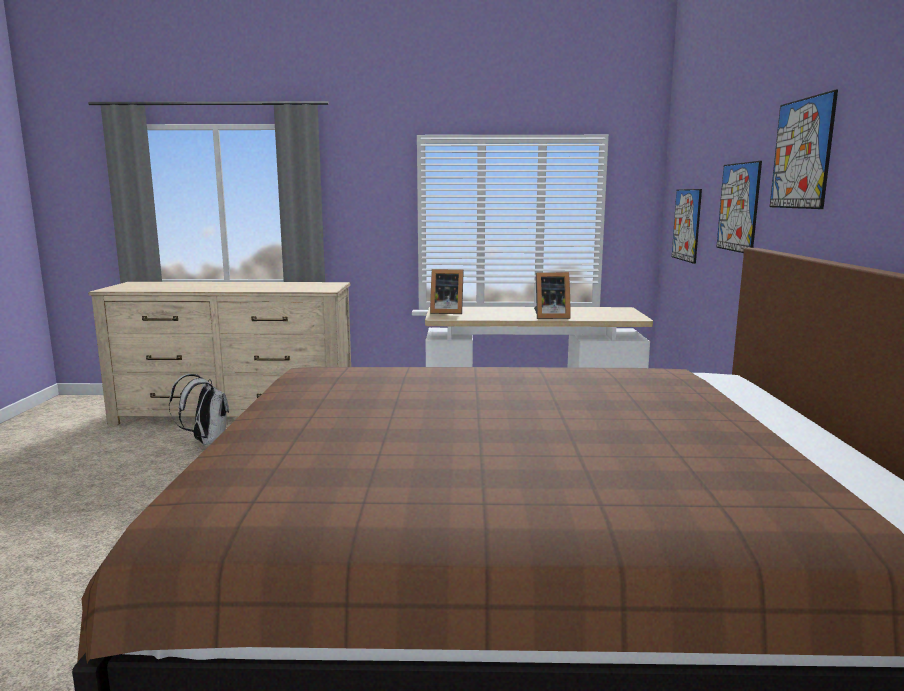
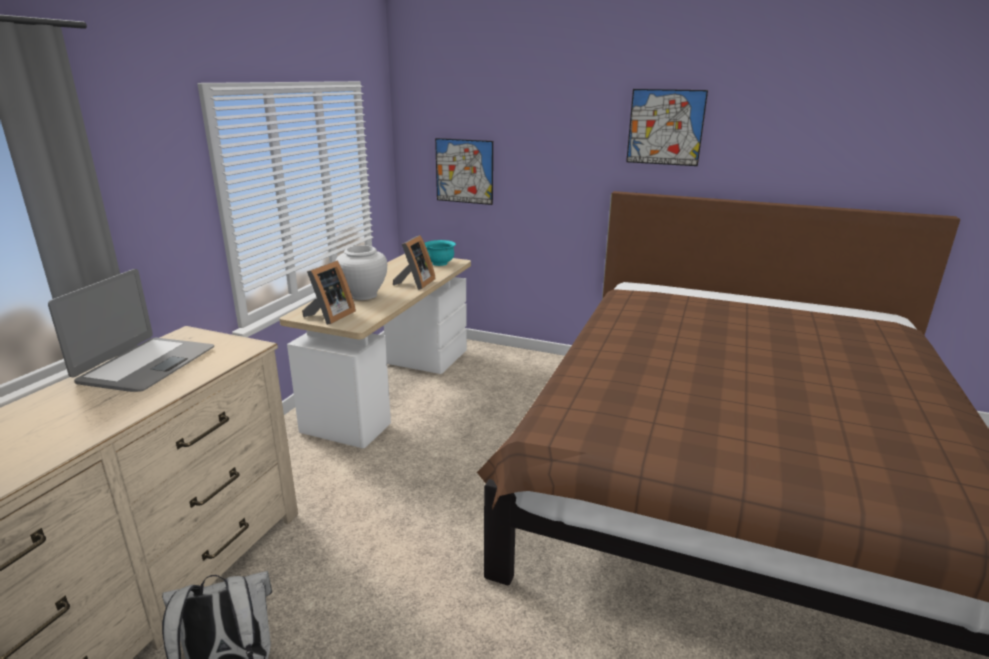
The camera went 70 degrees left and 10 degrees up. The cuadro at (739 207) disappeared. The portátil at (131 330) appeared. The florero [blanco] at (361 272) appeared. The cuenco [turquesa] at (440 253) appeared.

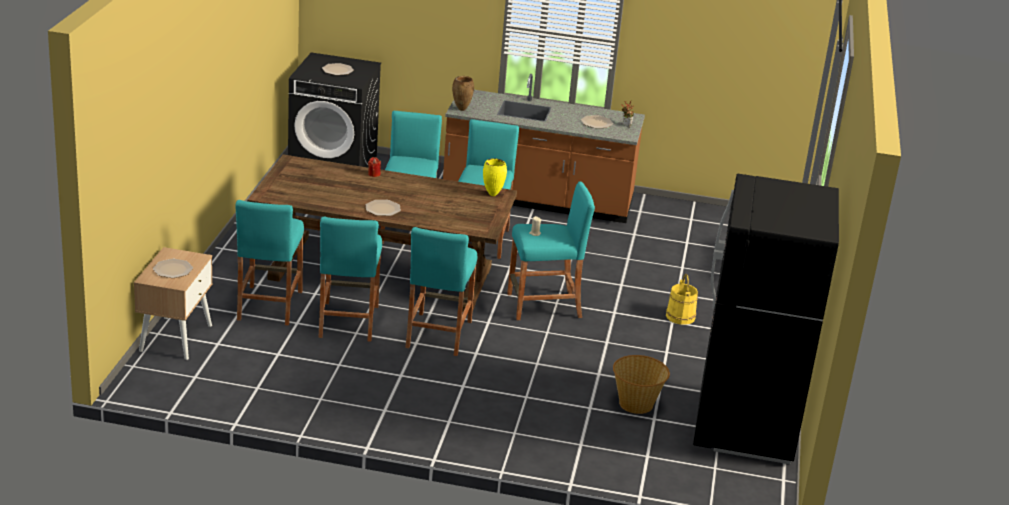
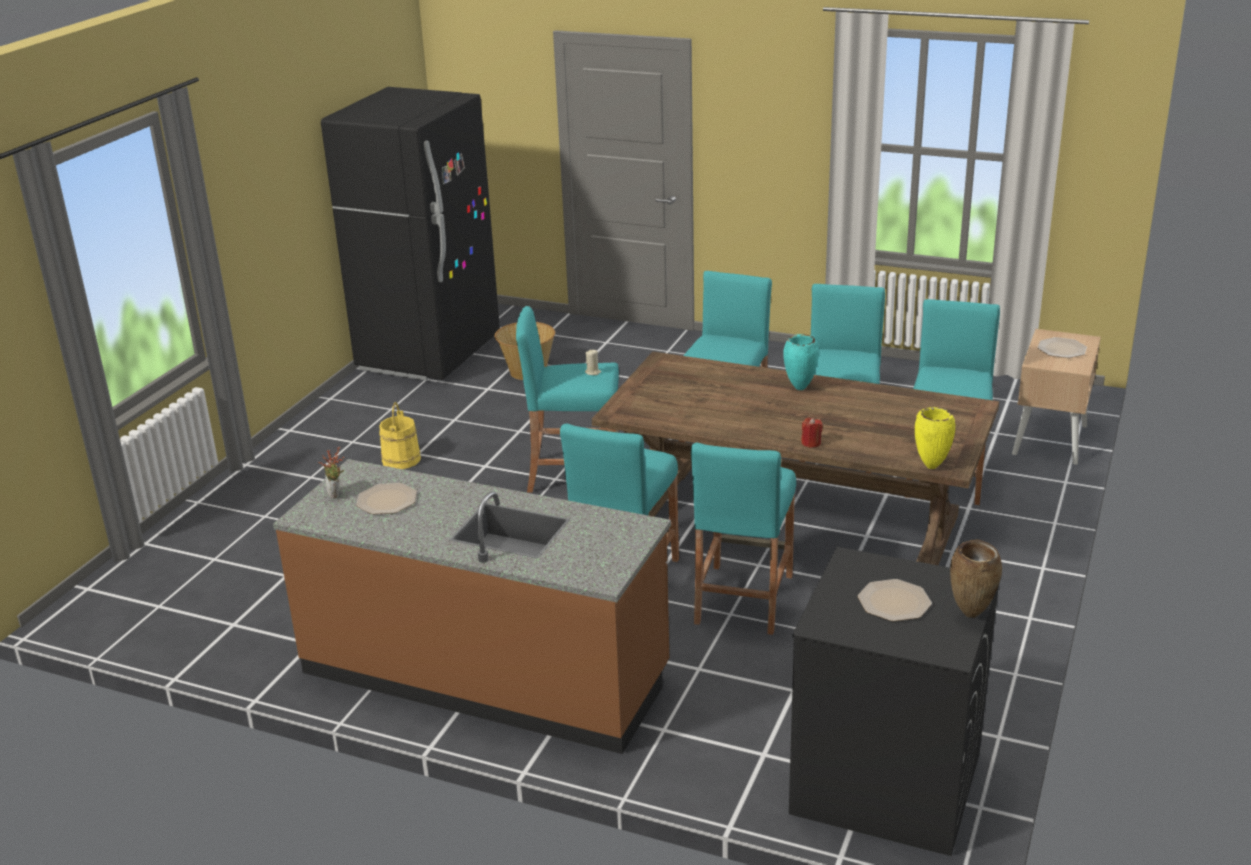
The camera went 165 degrees left and 0 degrees up. The plato at (383 208) was replaced by the florero [turquesa] at (801 362). The florero [marrón] moved from (463 93) to (976 579). The florero [amarillo] moved from (495 177) to (935 438).

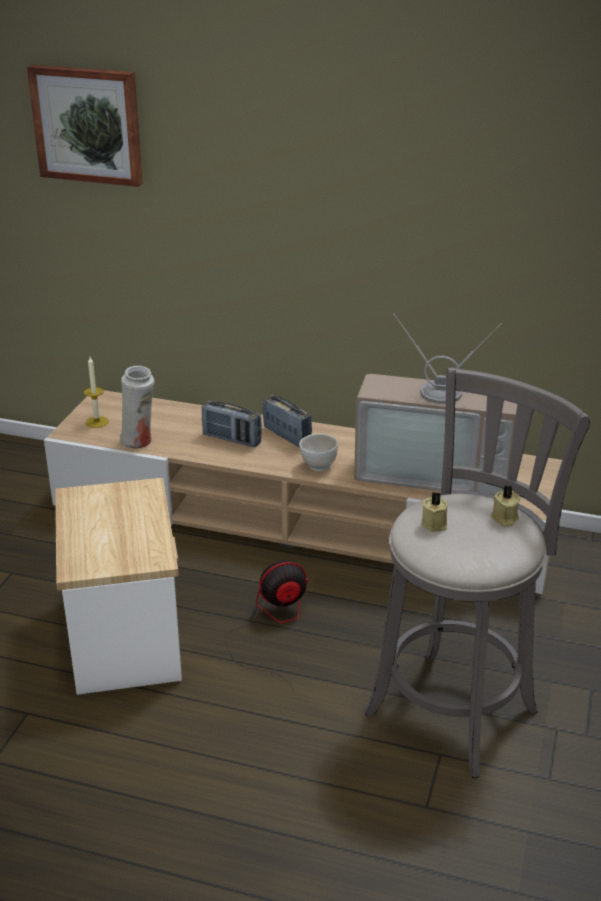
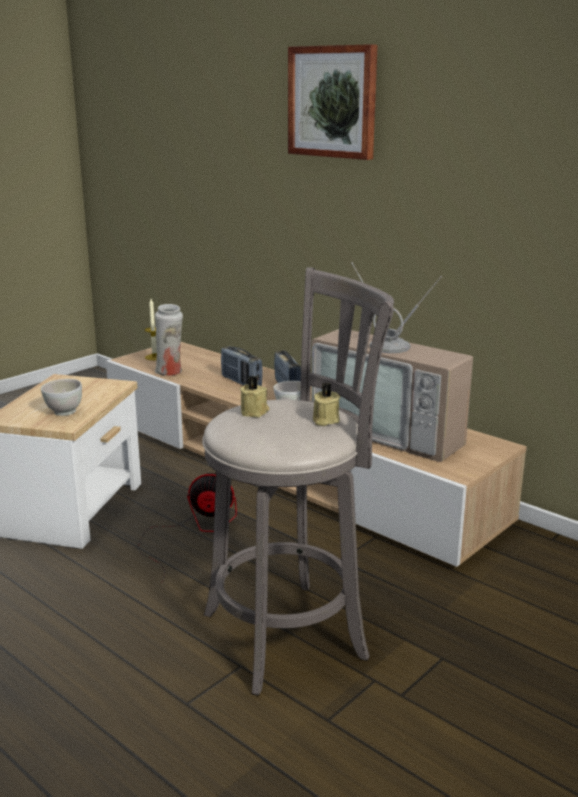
The camera went 25 degrees right and 10 degrees down. The cuadro moved from (85 126) to (333 102). The cuenco [blanco] at (61 397) appeared.

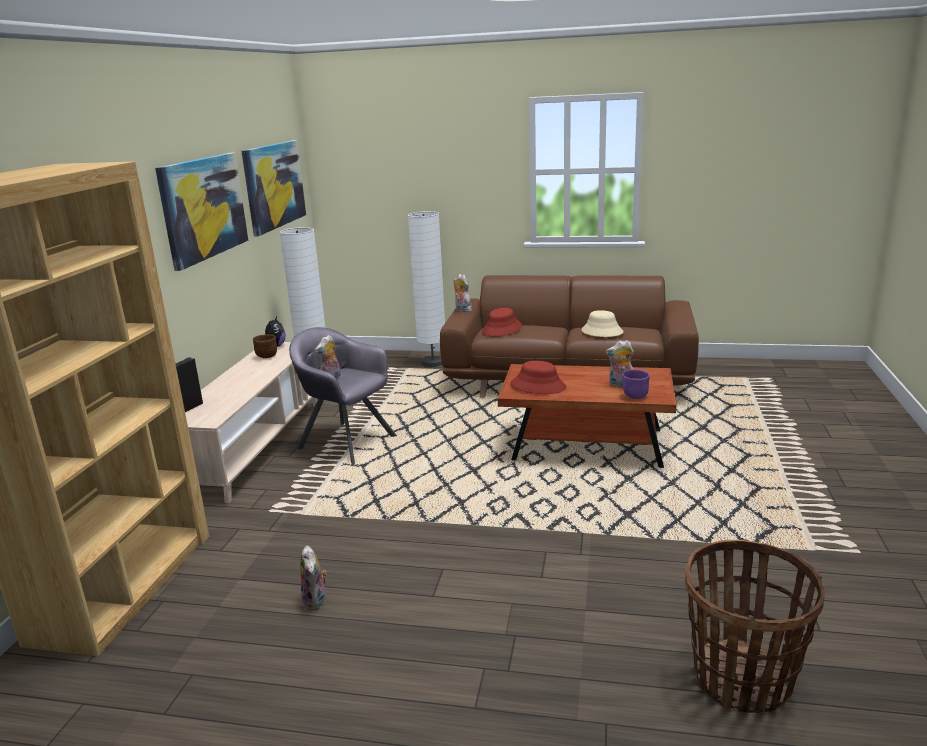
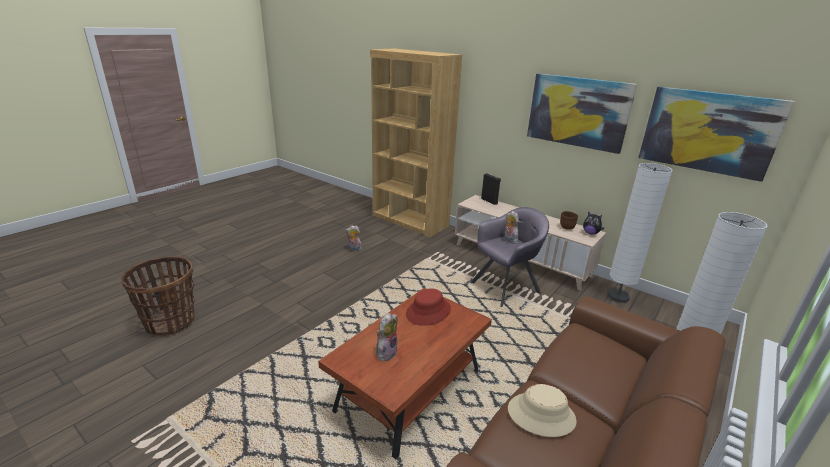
The camera went 115 degrees right and 5 degrees up. The peluche at (463 293) disappeared. The sombrero [rojo] at (502 322) disappeared. The cuenco [morado] at (636 384) disappeared.

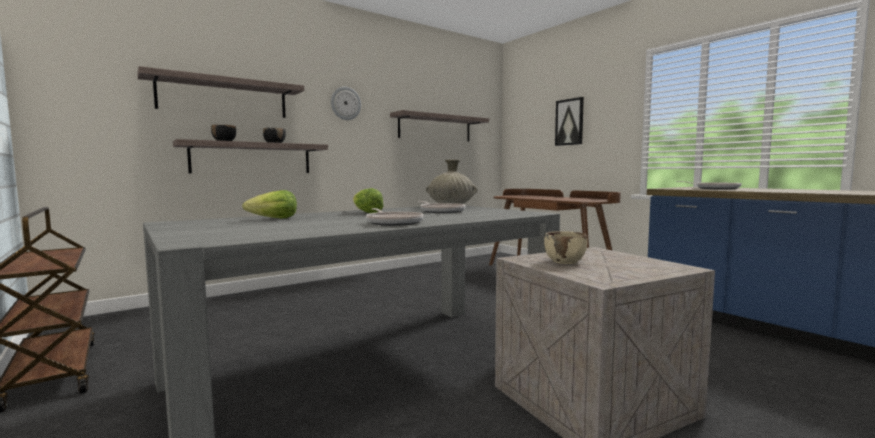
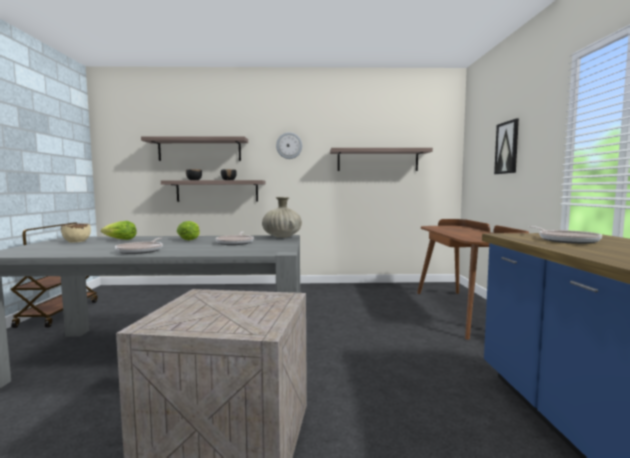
The camera went 35 degrees right and 0 degrees up. The cuenco [beis] moved from (565 247) to (76 232).

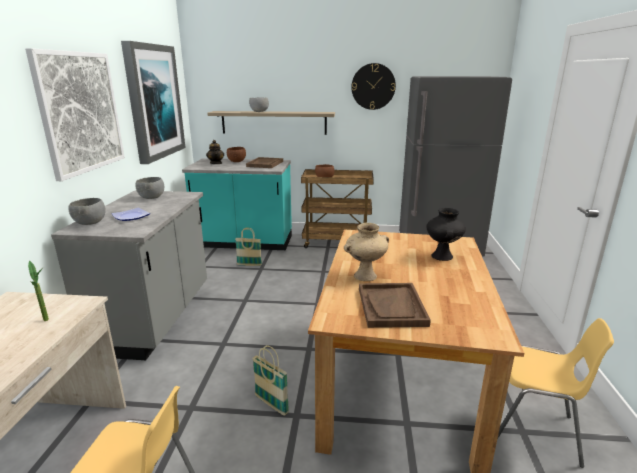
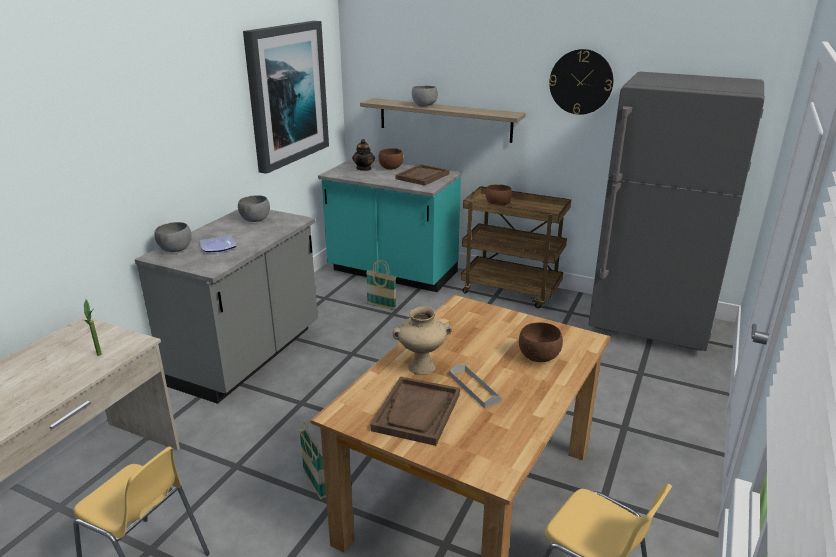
The camera went 20 degrees right and 5 degrees up. The cuadro at (75 114) disappeared. The florero [negro] at (446 234) was replaced by the cuenco [marrón] at (541 342). The bandeja [gris] at (475 386) appeared.

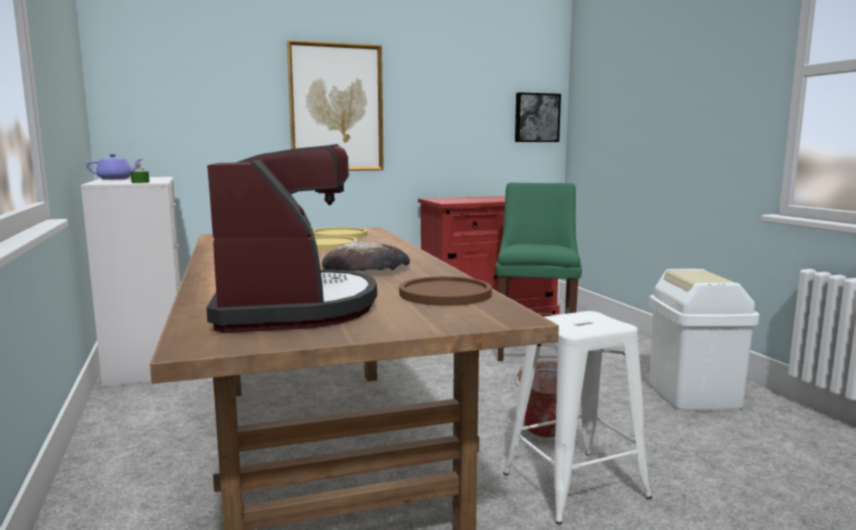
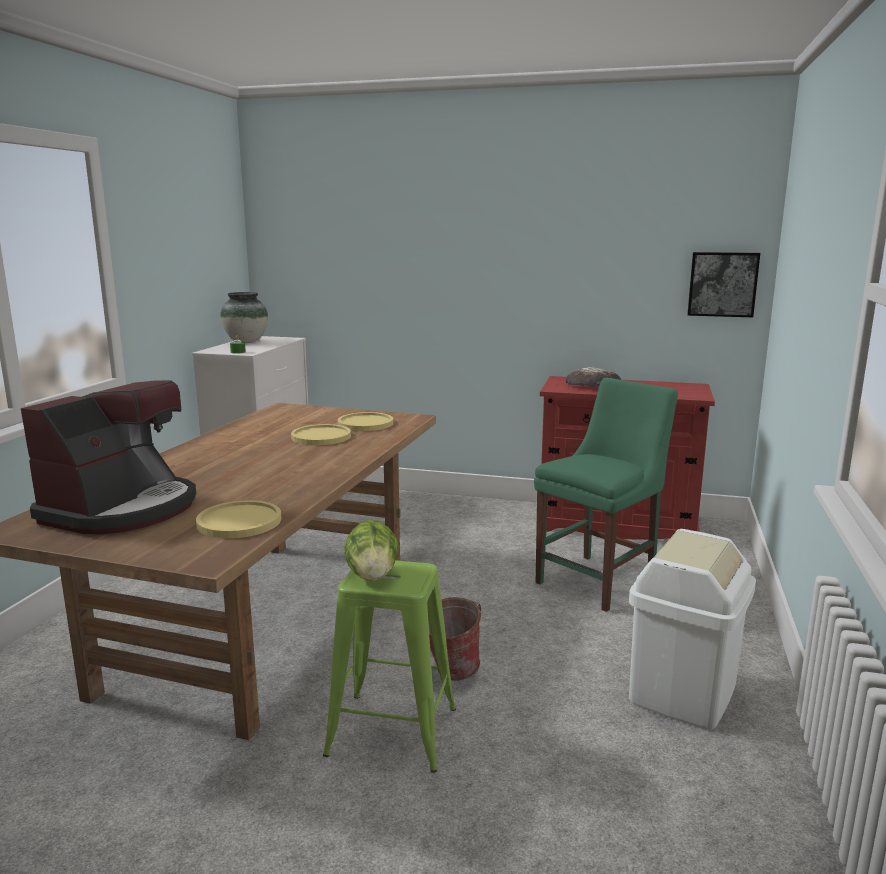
The camera went 35 degrees right and 5 degrees up. The tetera [morado] at (114 167) was replaced by the florero at (244 317). The cuadro at (335 105) disappeared. The pan moved from (366 256) to (594 377). The plato [marrón] at (445 291) became the plato [amarillo] at (238 519). The taburete [blanco] at (577 417) became the taburete [verde] at (389 666). The lechuga at (372 550) appeared.

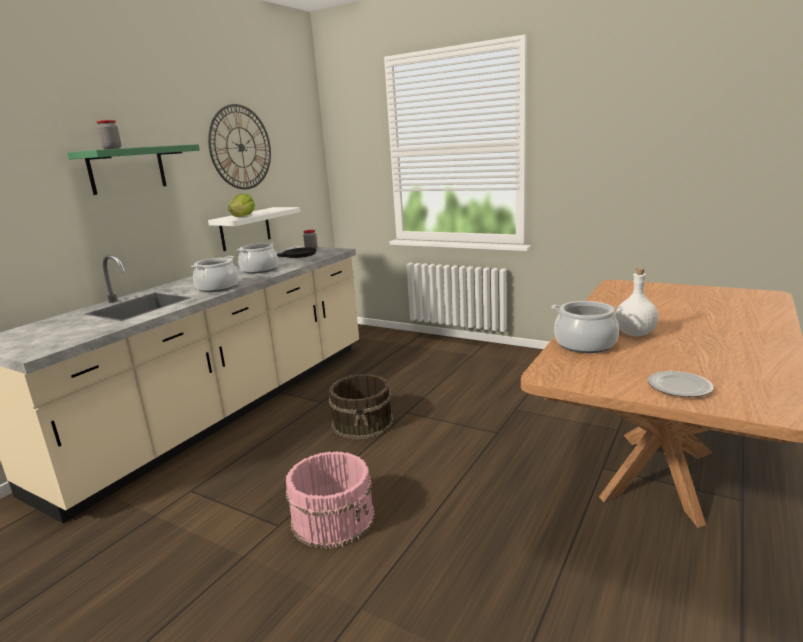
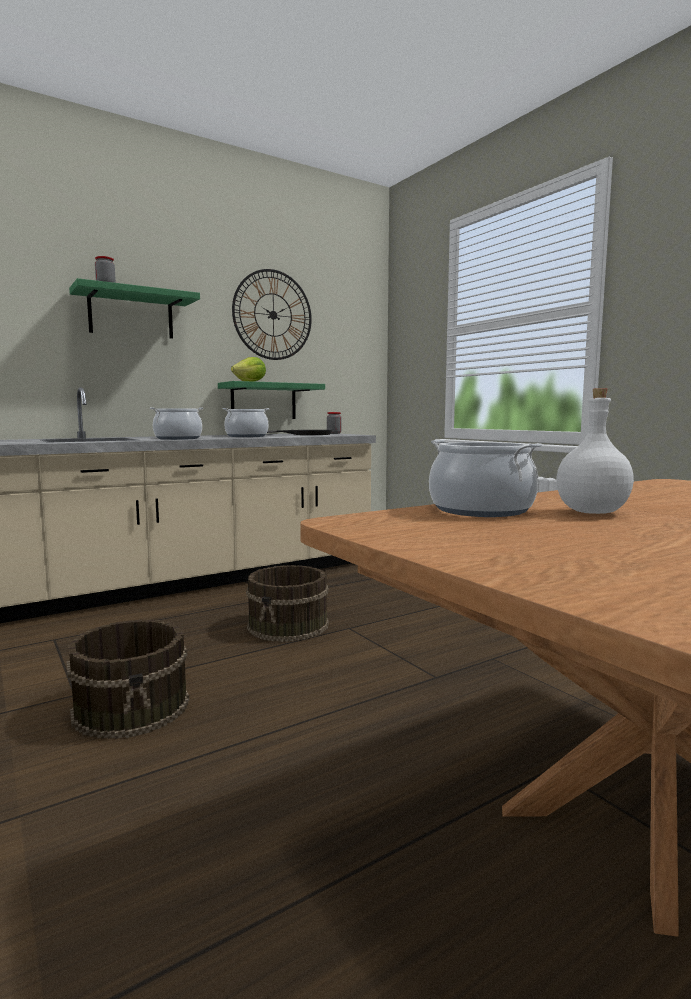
The camera went 25 degrees right and 10 degrees down. The estante [blanco] at (254 229) became the estante [verde] at (271 400). The cubo [rosa] at (330 500) became the cubo [marrón] at (128 679). The plato at (680 384) disappeared.

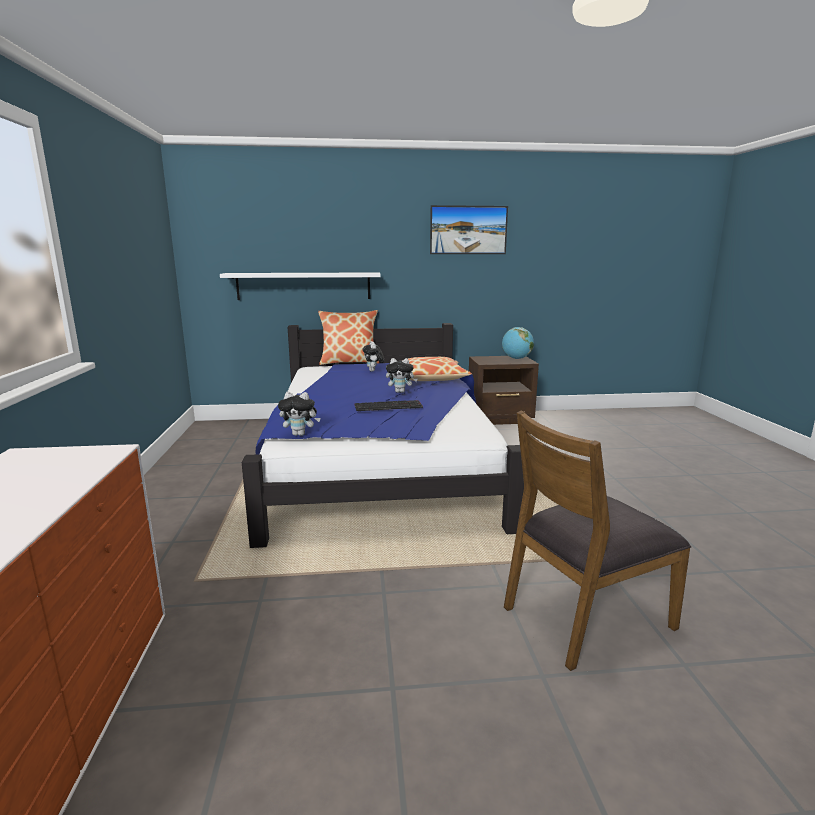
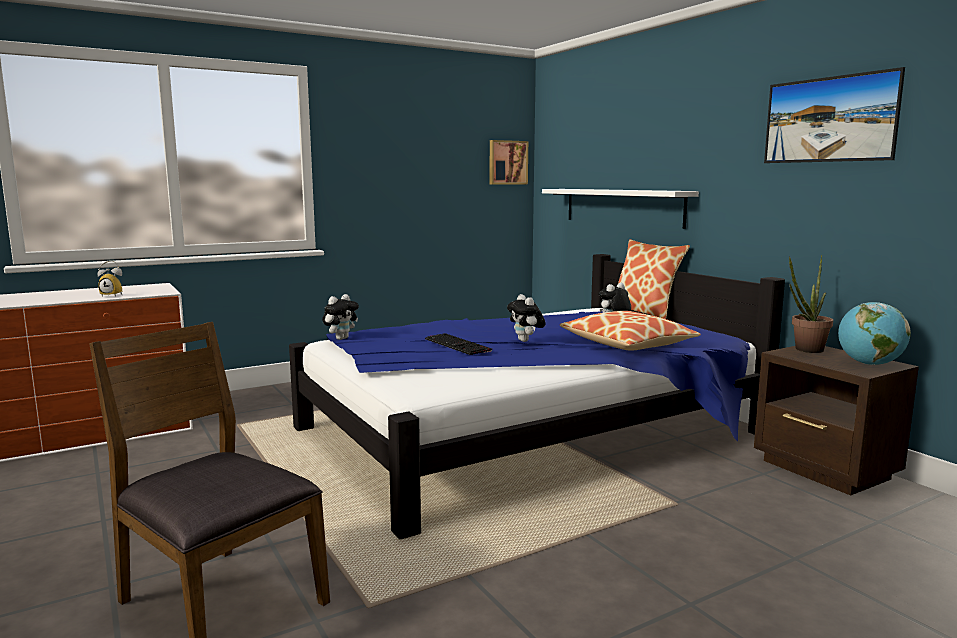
The camera went 65 degrees right and 5 degrees down. The peluche at (299 414) turned 120 degrees counterclockwise. The despertador at (110 278) appeared. The cuadro at (509 162) appeared. The planta en maceta at (811 304) appeared.

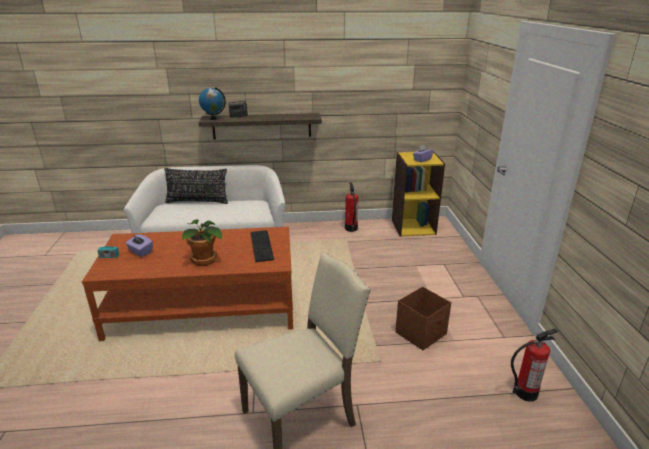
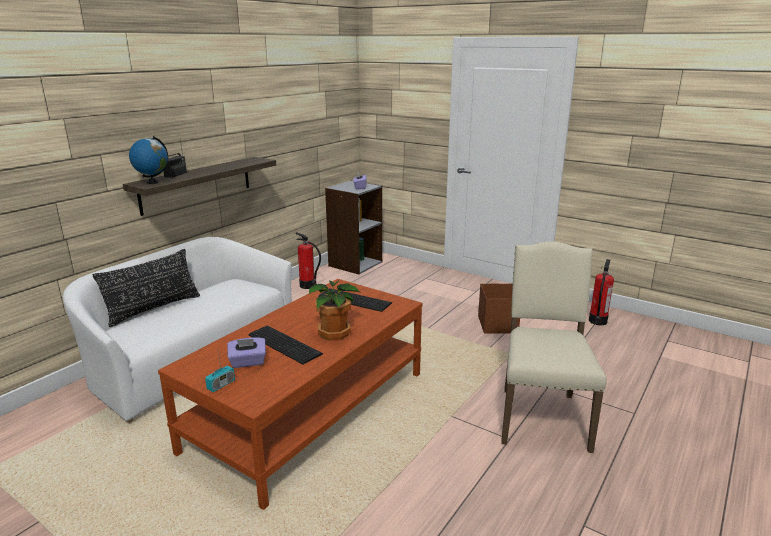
The camera went 50 degrees left and 5 degrees down. The estantería [amarillo] at (418 194) became the estantería [gris] at (353 227). The teclado at (285 345) appeared.

